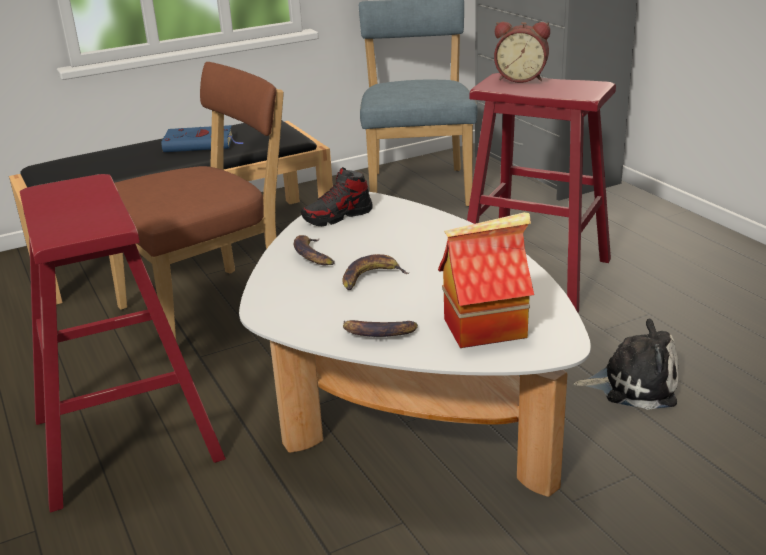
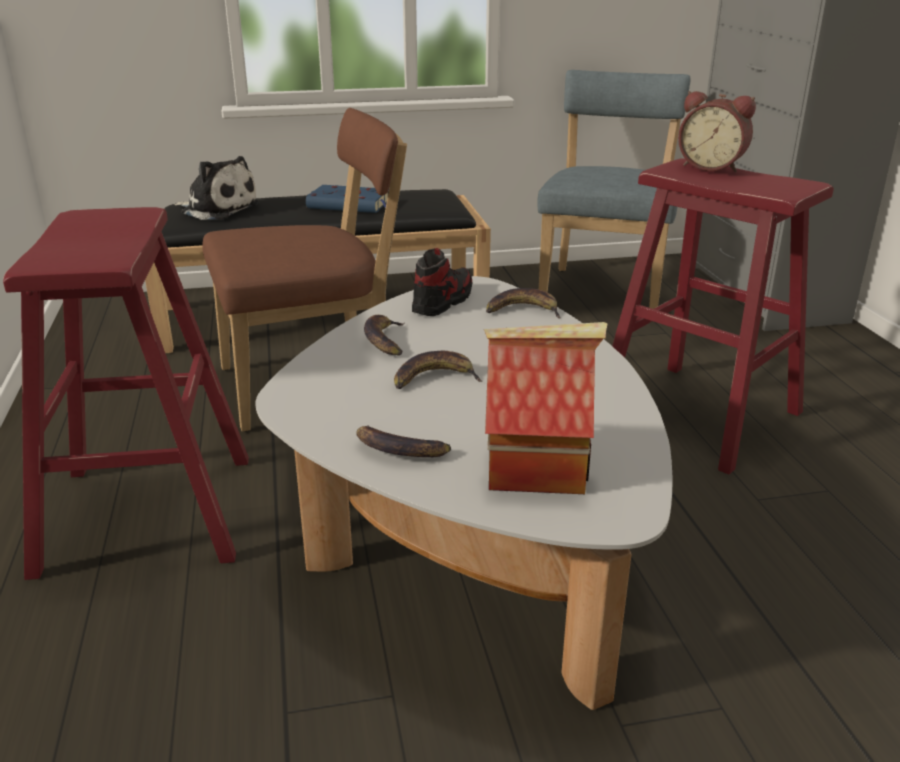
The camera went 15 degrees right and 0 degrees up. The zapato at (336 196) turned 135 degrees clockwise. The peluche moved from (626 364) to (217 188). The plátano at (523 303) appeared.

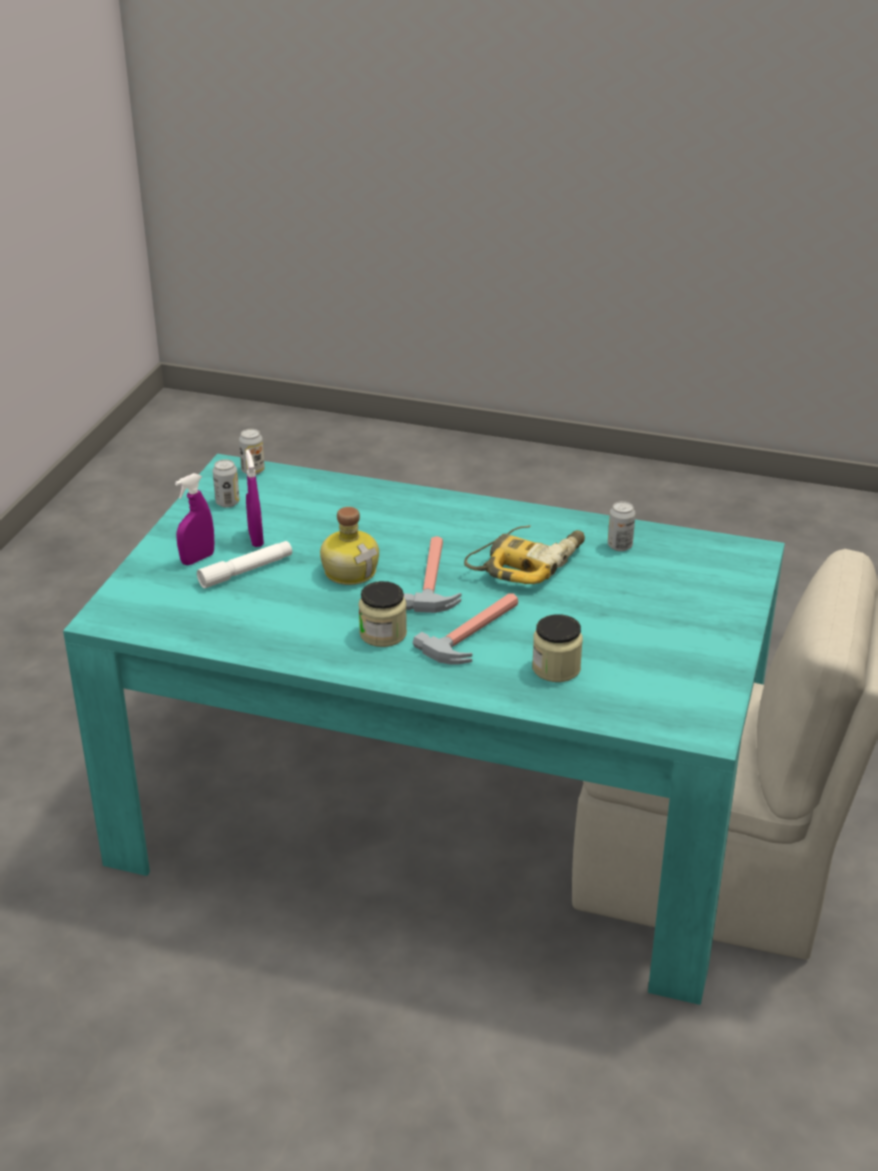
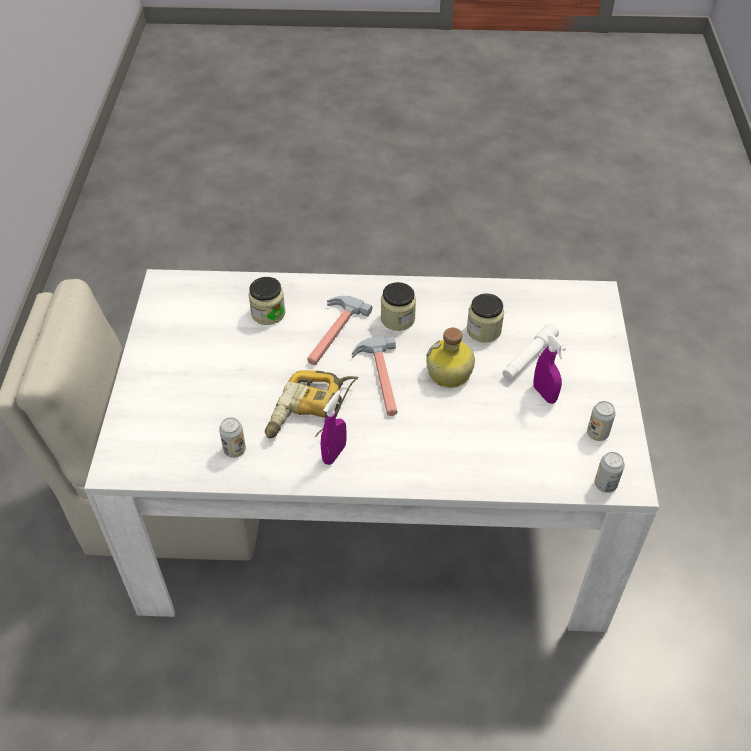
The camera went 165 degrees right and 15 degrees up. The mesa de comedor [turquesa] at (424 729) became the mesa de comedor [blanco] at (371 450). The pulverizador [morado] moved from (194 519) to (334 427). The tarro at (485 317) appeared.

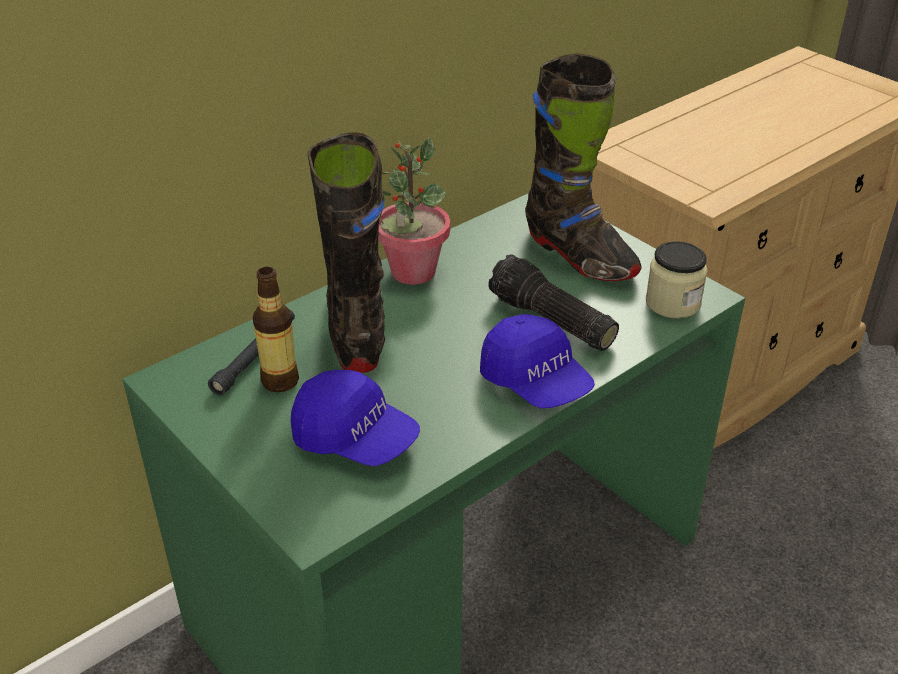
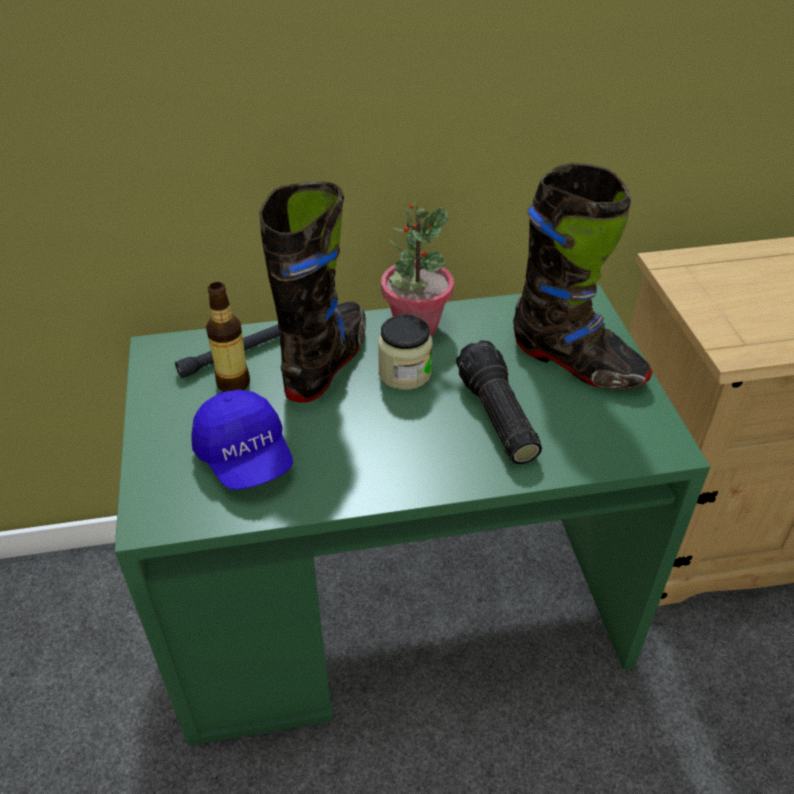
The camera went 30 degrees right and 5 degrees up. The gorra [azul] at (537 361) disappeared. The bota [negro] at (583 167) turned 45 degrees counterclockwise. The tarro moved from (677 280) to (405 352).

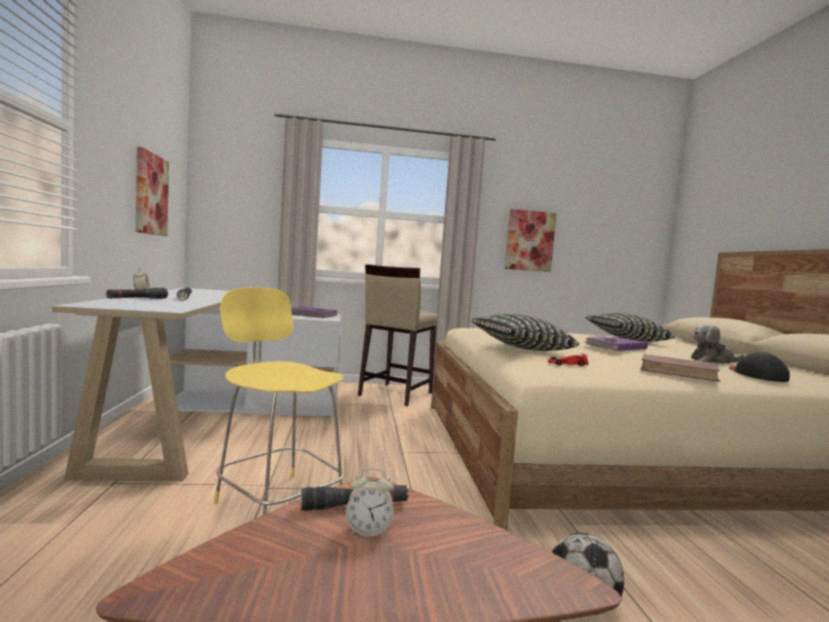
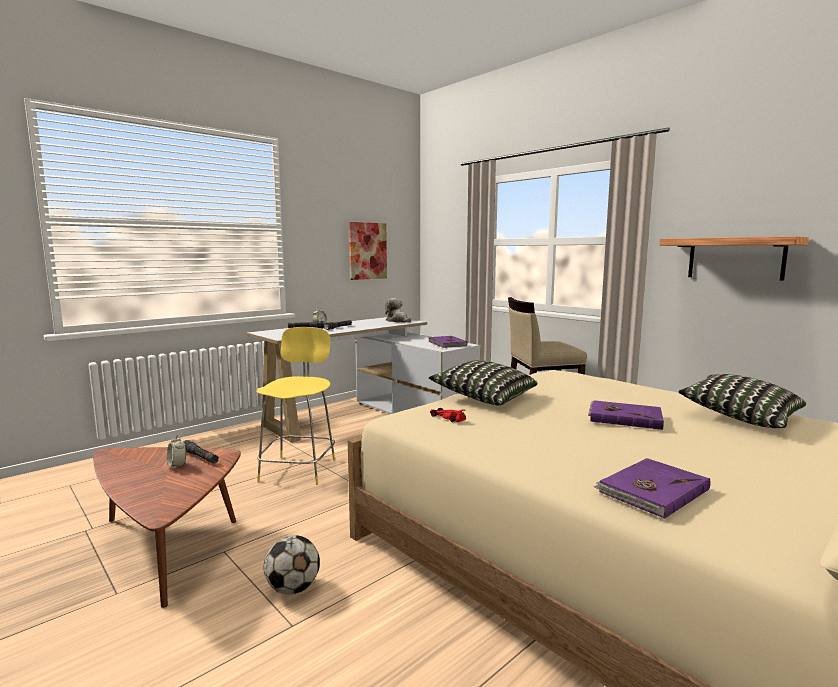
The camera went 55 degrees right and 5 degrees up. The cuadro at (530 240) was replaced by the estante at (734 258). The libro [marrón] at (680 368) disappeared. The peluche moved from (717 344) to (398 310). The gorra [negro] at (759 367) was replaced by the libro [morado] at (652 488).

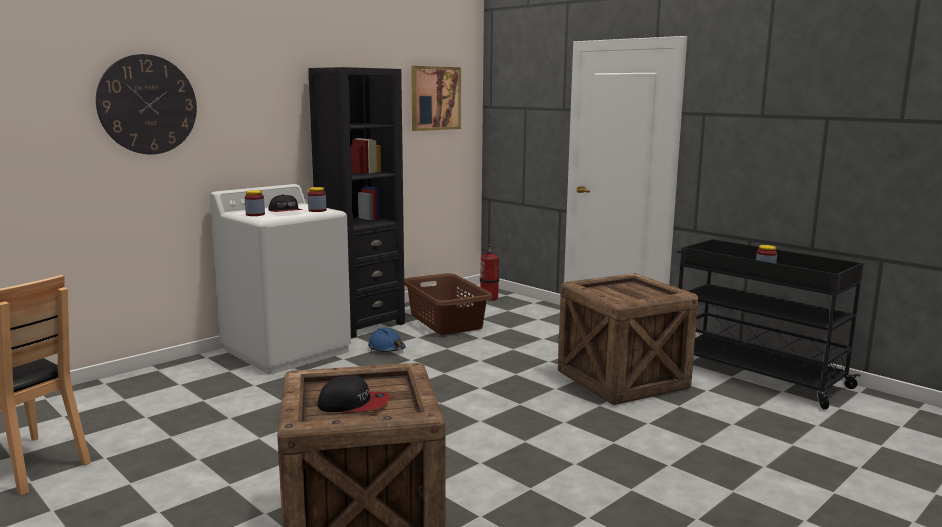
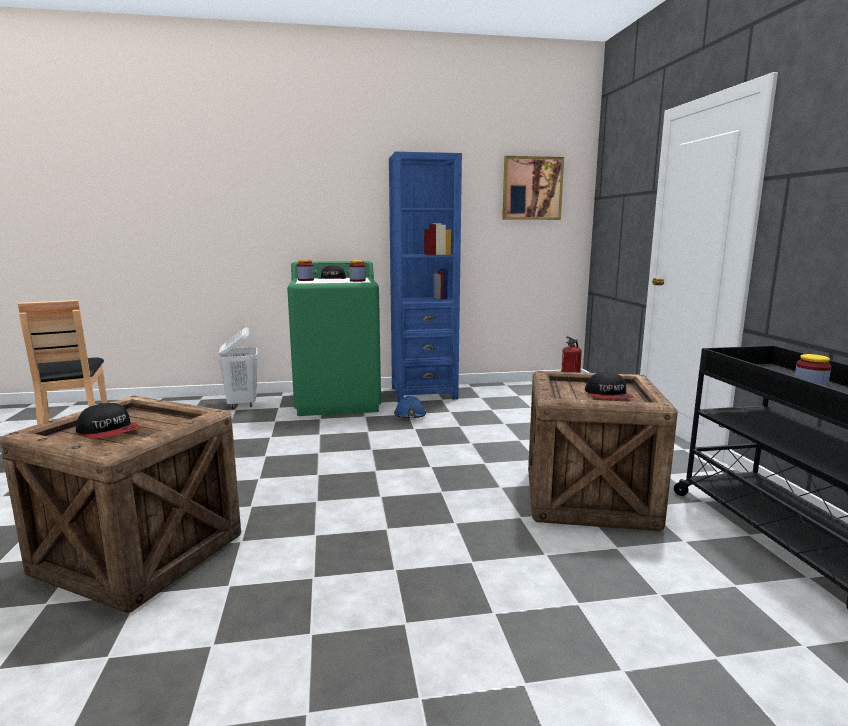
The camera went 35 degrees right and 0 degrees up. The reloj de pared at (146 104) disappeared. The lavadora [blanco] at (280 279) became the lavadora [verde] at (334 338). The estantería [negro] at (356 203) became the estantería [azul] at (425 276). The cesto de la ropa [marrón] at (448 304) disappeared. The cesto de la ropa [blanco] at (238 368) appeared. The gorra at (609 385) appeared.

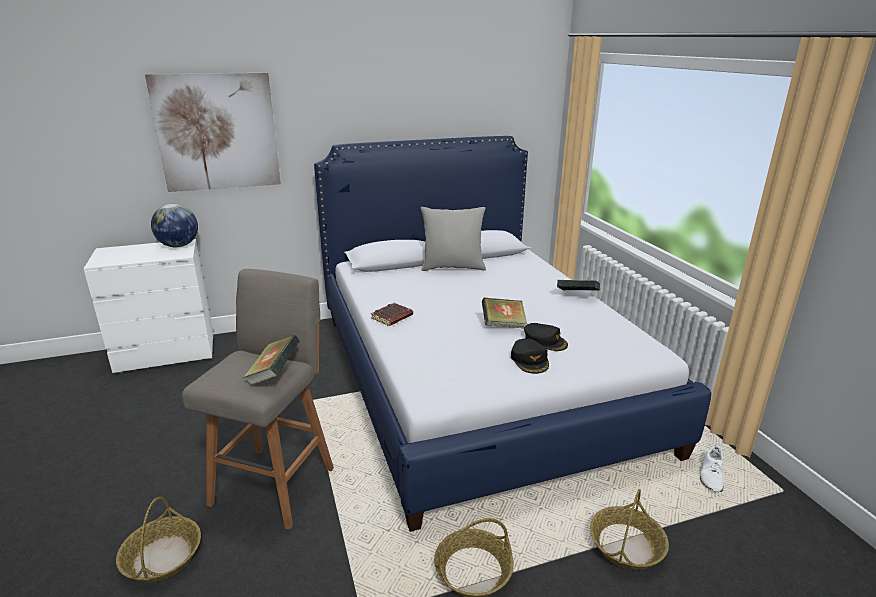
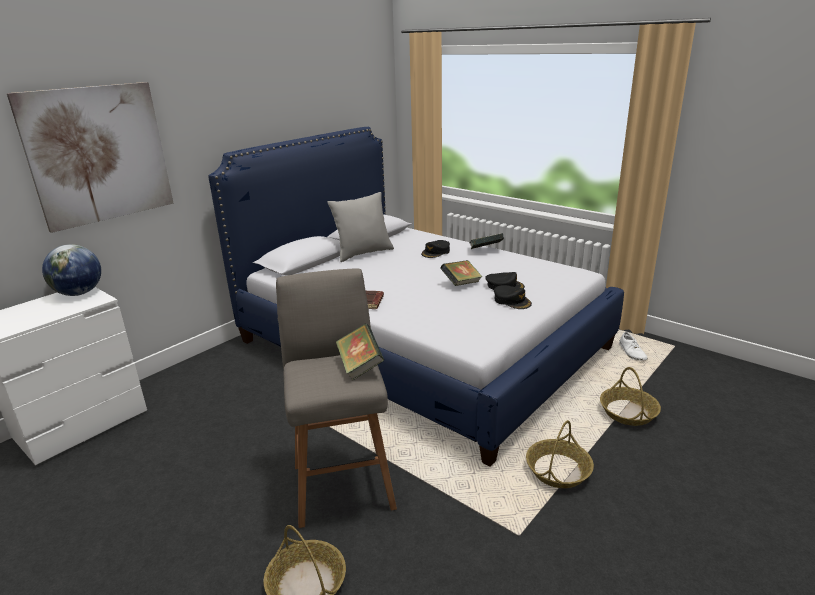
The camera went 30 degrees left and 0 degrees up. The gorra [negro] at (435 249) appeared.

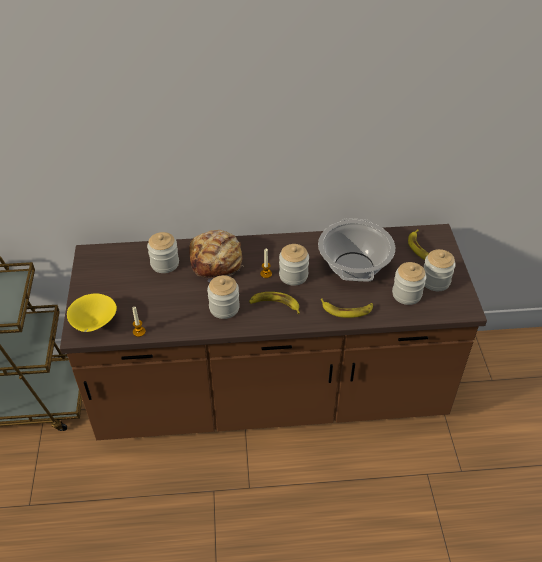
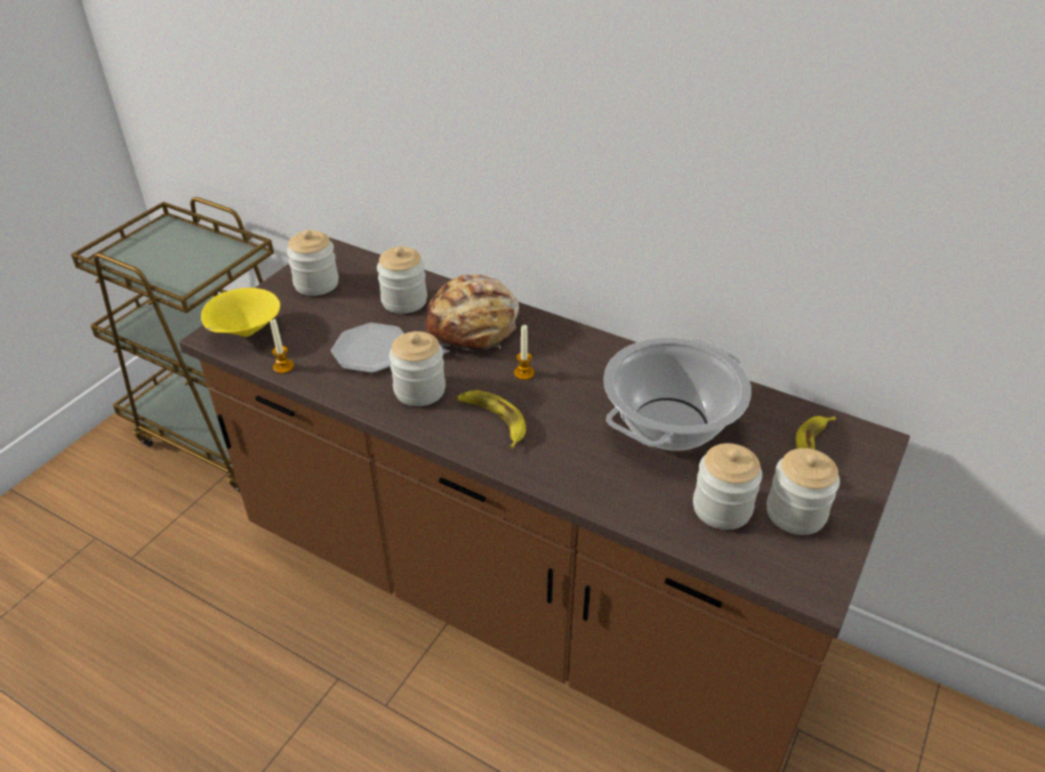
The camera went 35 degrees right and 5 degrees down. The tarro moved from (294 265) to (313 263). The plátano at (346 308) disappeared. The plato at (368 348) appeared.

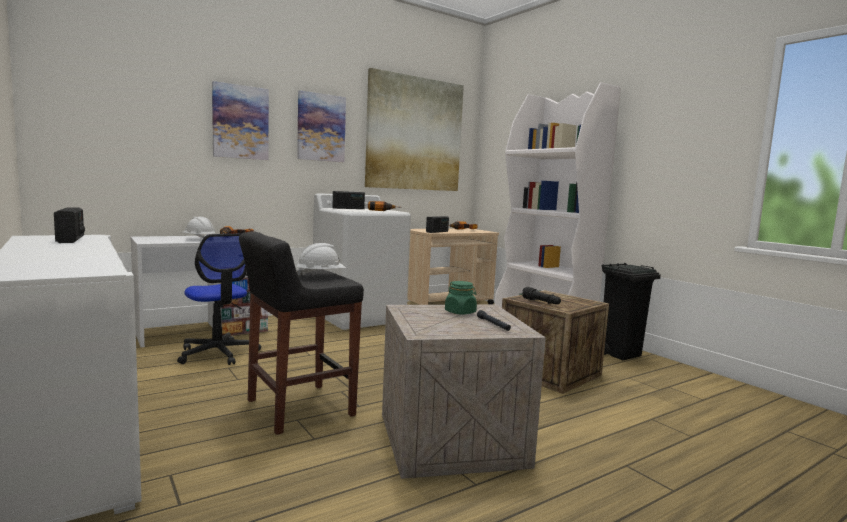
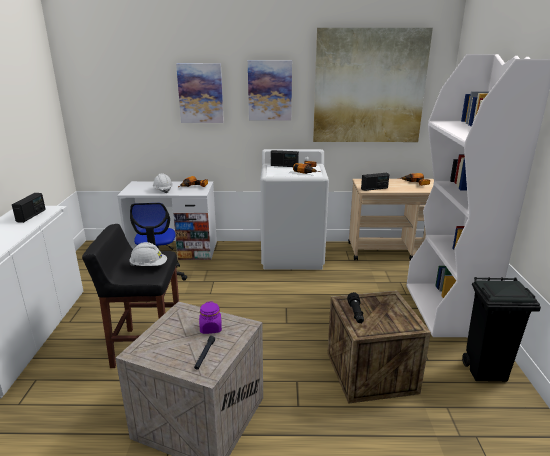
The camera went 35 degrees right and 15 degrees up. The tarro [verde] at (461 298) became the tarro [morado] at (210 317).

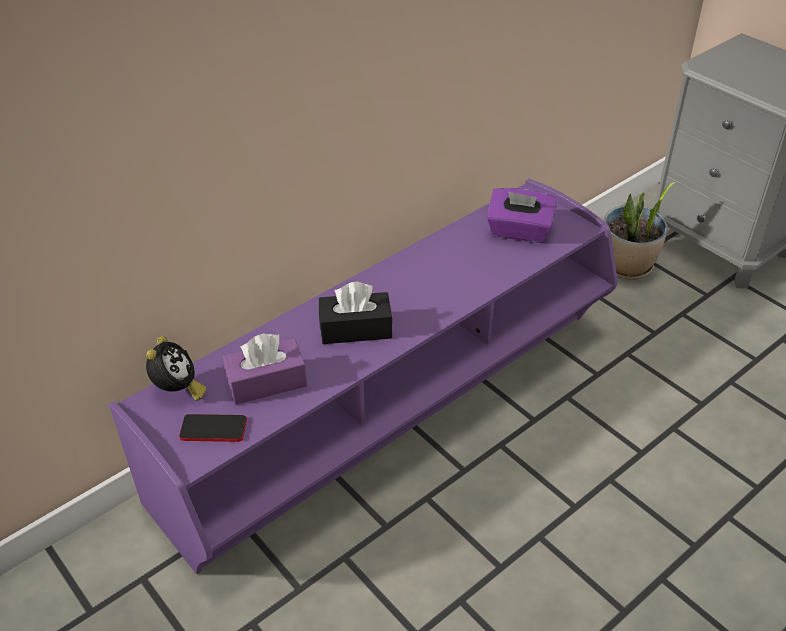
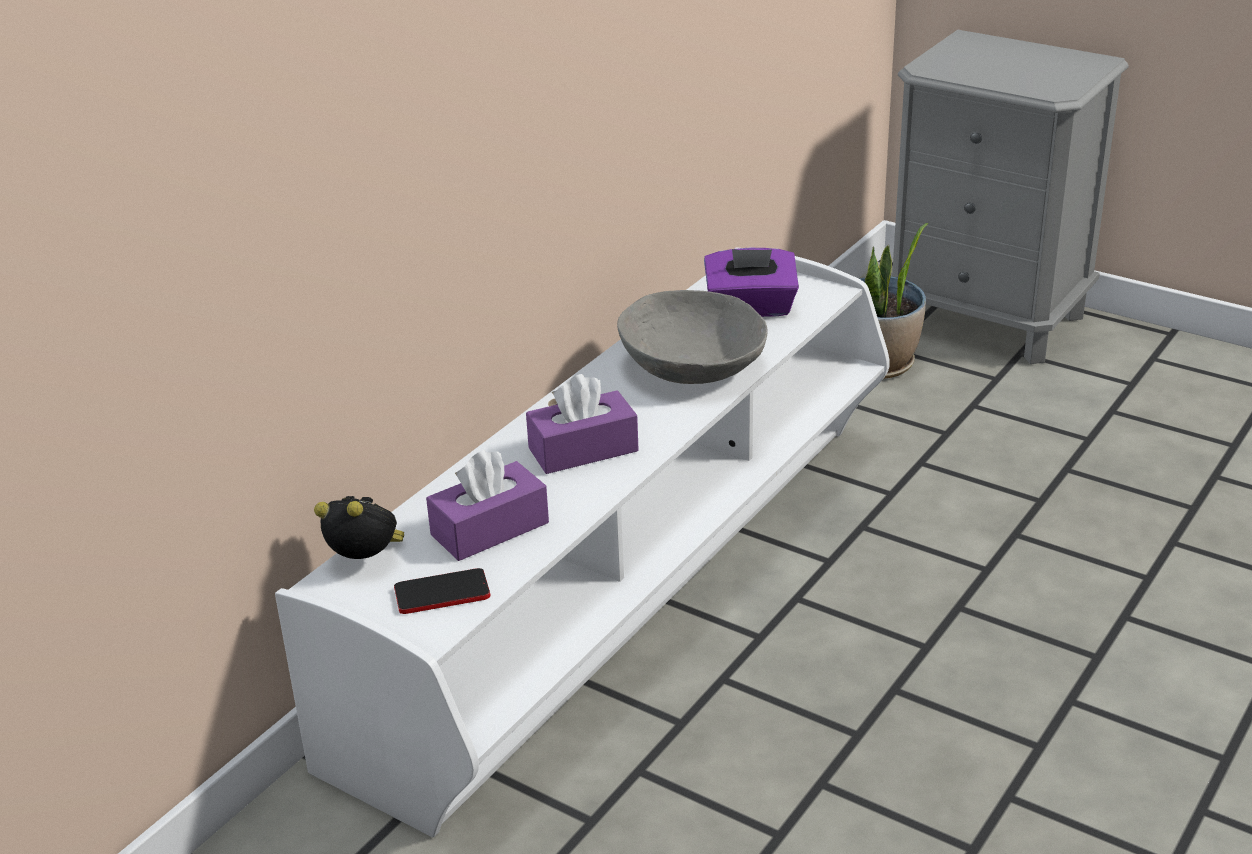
The camera went 15 degrees left and 10 degrees down. The mueble de televisión [morado] at (363 376) became the mueble de televisión [blanco] at (582 543). The despertador at (176 368) turned 60 degrees counterclockwise. The caja de pañuelos [negro] at (356 313) became the caja de pañuelos [morado] at (582 424). The cuenco [gris] at (692 337) appeared.

